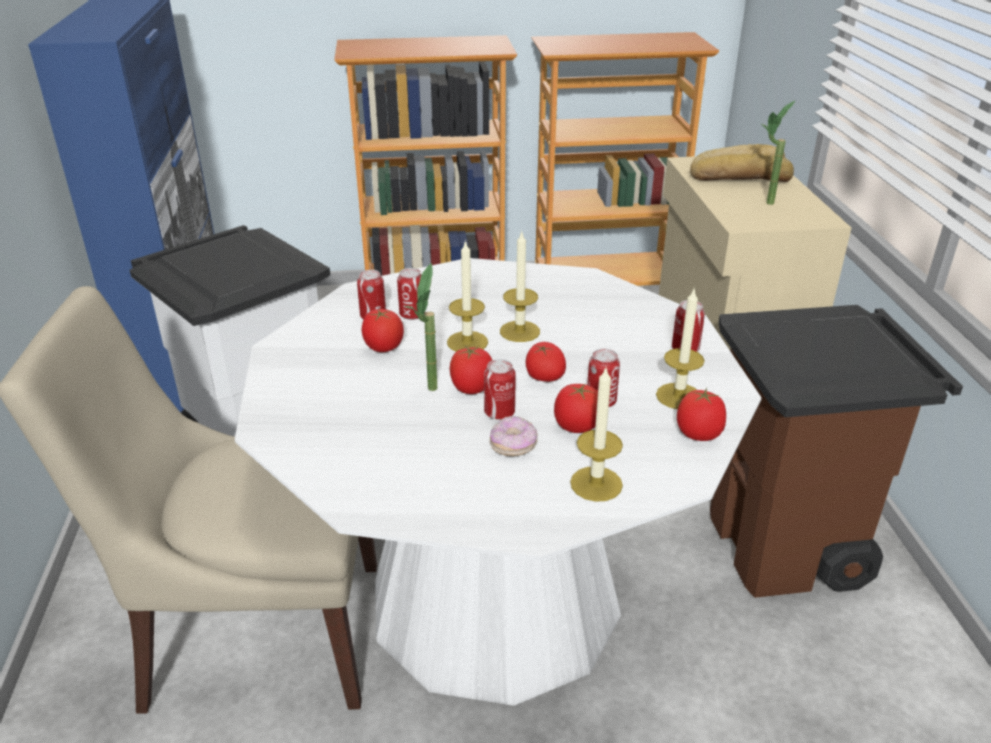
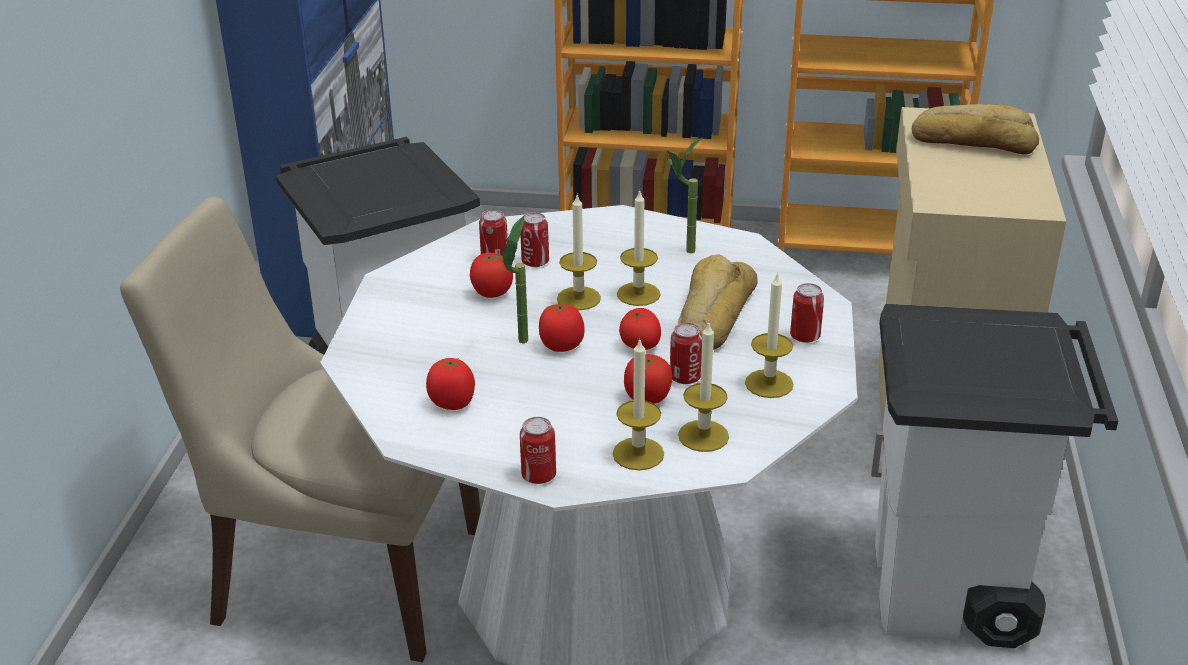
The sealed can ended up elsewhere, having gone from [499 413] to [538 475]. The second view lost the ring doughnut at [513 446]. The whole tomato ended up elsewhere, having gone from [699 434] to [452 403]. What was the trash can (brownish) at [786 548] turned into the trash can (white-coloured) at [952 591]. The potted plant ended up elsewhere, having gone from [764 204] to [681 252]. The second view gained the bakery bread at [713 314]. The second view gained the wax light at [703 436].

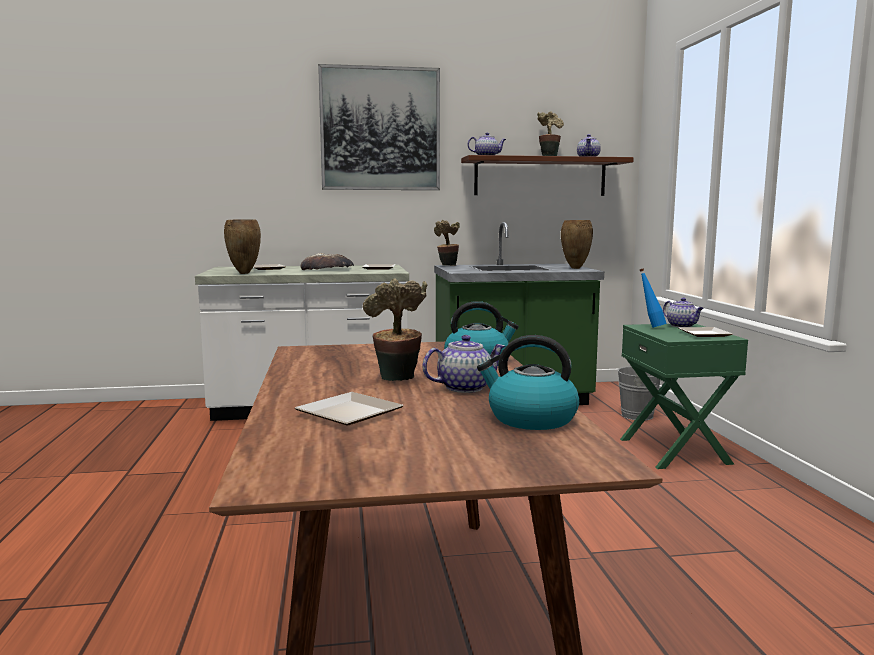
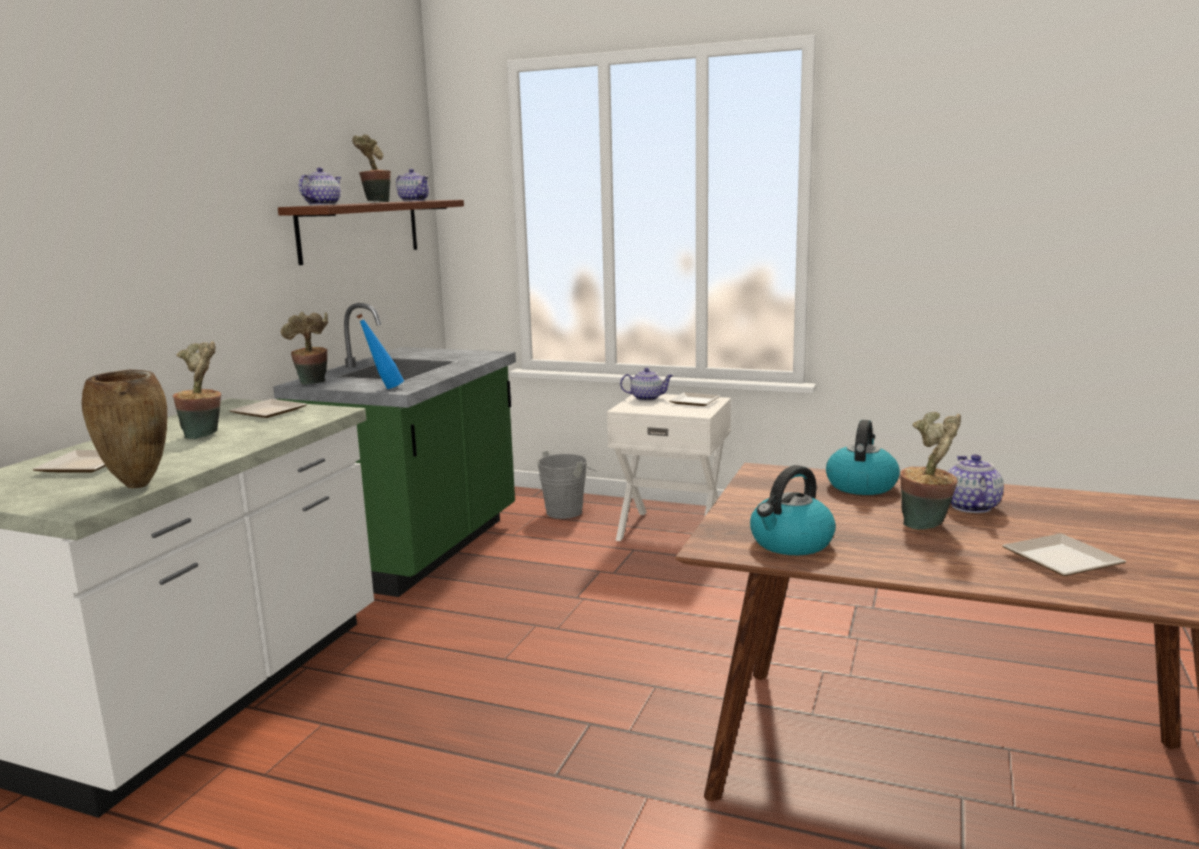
Where the bakery bread stood at [327 269], the potted plant came to stand at [205 435]. The second view lost the wall art at [380 129]. The kettle ended up elsewhere, having gone from [530 419] to [791 543]. The second view lost the vase (brownish) at [574 268]. What was the bedside table (green) at [675 451] turned into the bedside table (white-coloured) at [671 529]. The bottle (blue-coloured) ended up elsewhere, having gone from [651 327] to [384 388].

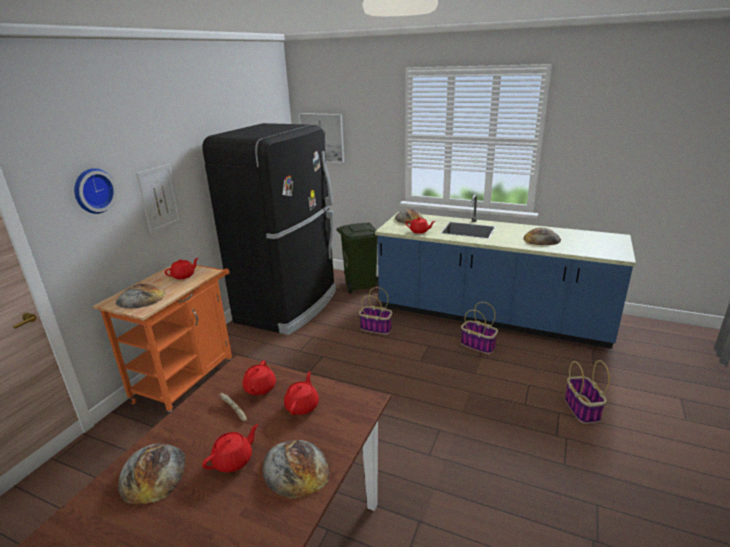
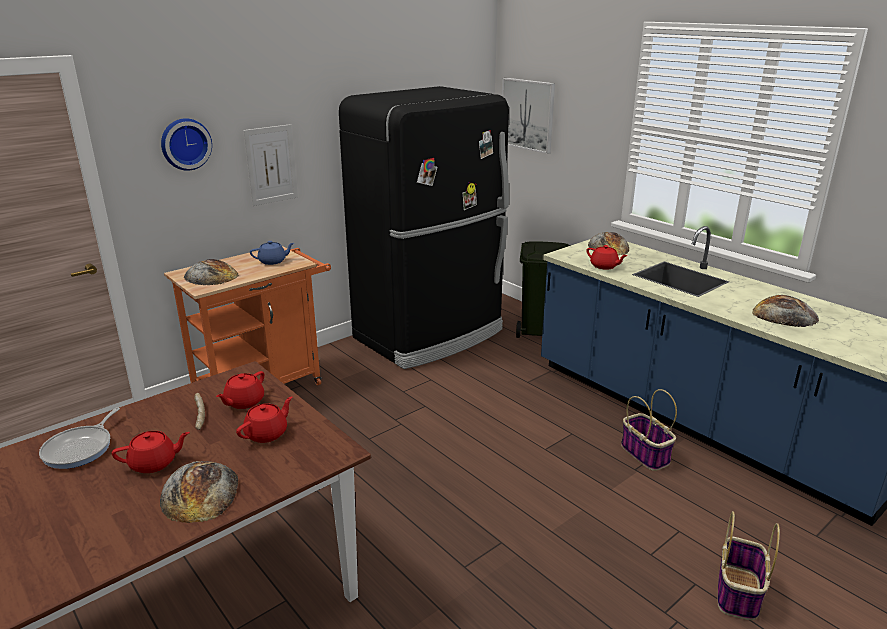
Where the bakery bread stood at [153 473], the pan came to stand at [81 448]. What was the pot for tea (reddish) at [184 276] turned into the pot for tea (blue-coloured) at [273 261]. The second view lost the household basket at [376 328].

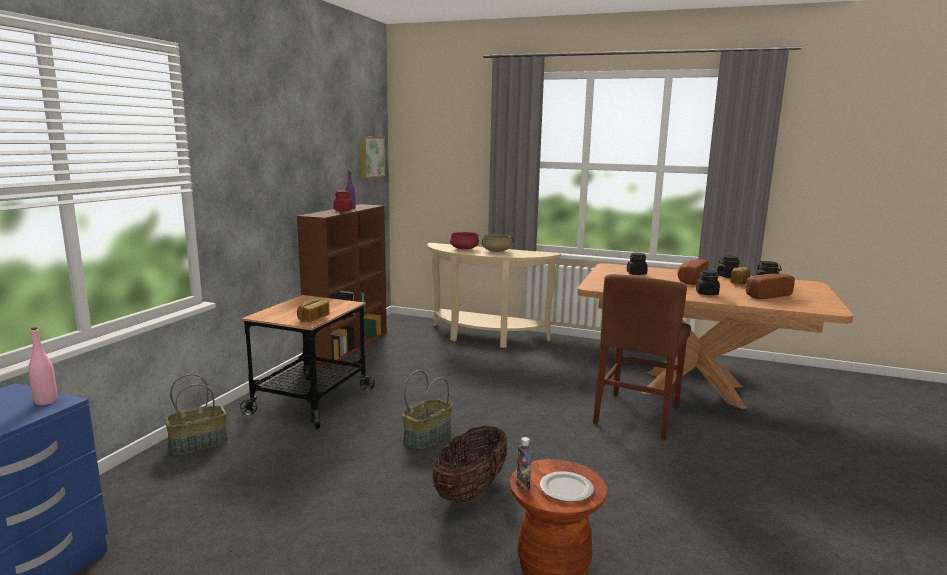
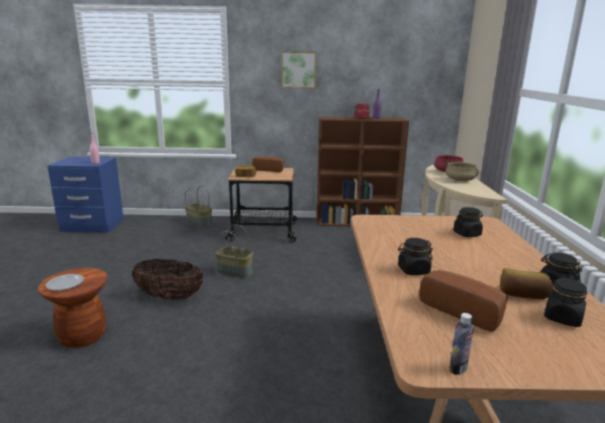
The wall art ended up elsewhere, having gone from [371 156] to [298 69]. The bottle ended up elsewhere, having gone from [523 485] to [458 368]. The second view lost the plain chair (brownish) at [637 415]. The bakery bread ended up elsewhere, having gone from [690 280] to [269 170].

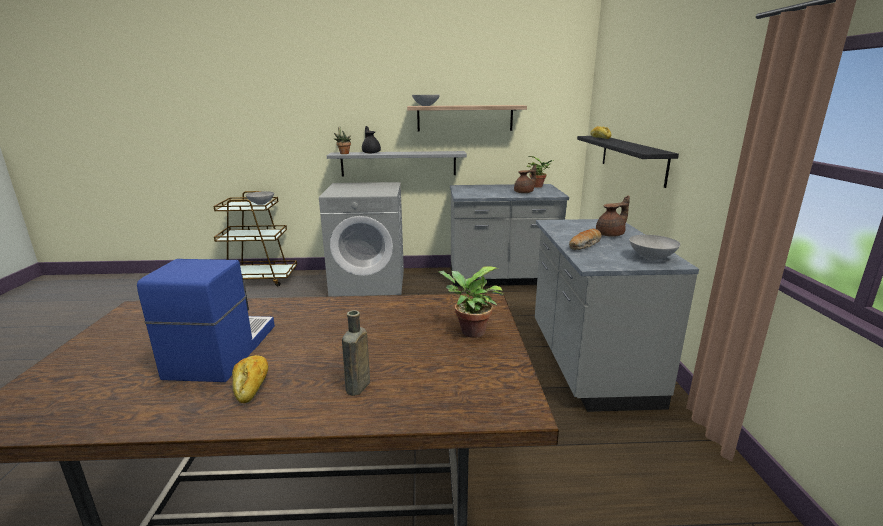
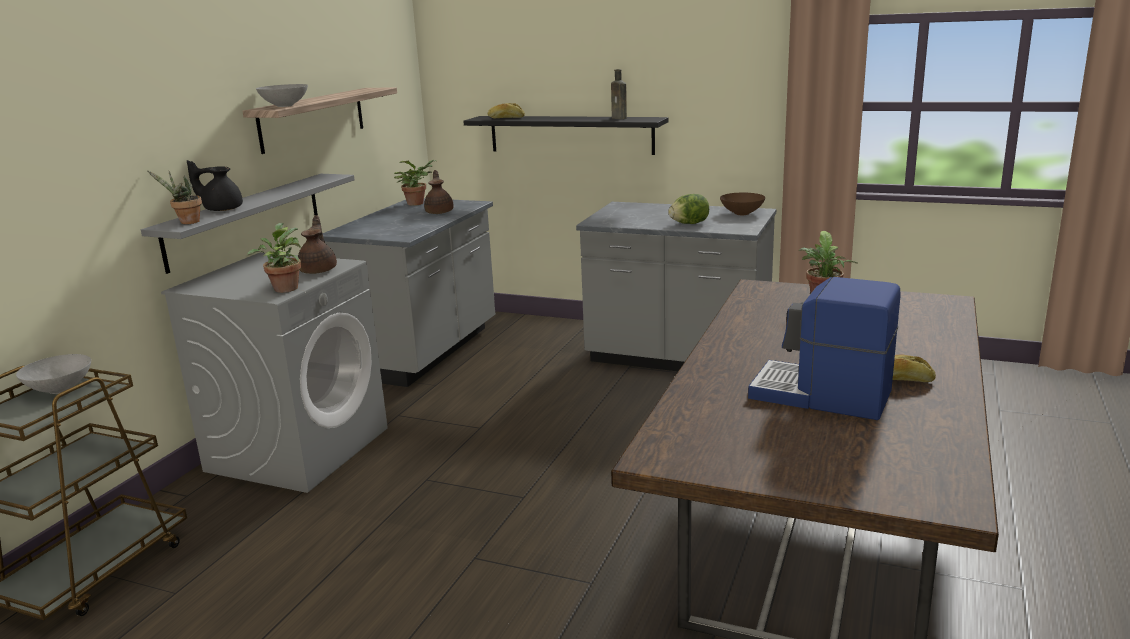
The bottle (brownish) ended up elsewhere, having gone from [357 388] to [620 118]. Where the bakery bread stood at [585 245], the lettuce came to stand at [689 224]. The pot for tea (brownish) ended up elsewhere, having gone from [611 235] to [319 270]. What was the serving bowl (gray) at [651 257] turned into the serving bowl (brownish) at [741 213]. The second view gained the potted plant at [285 288].

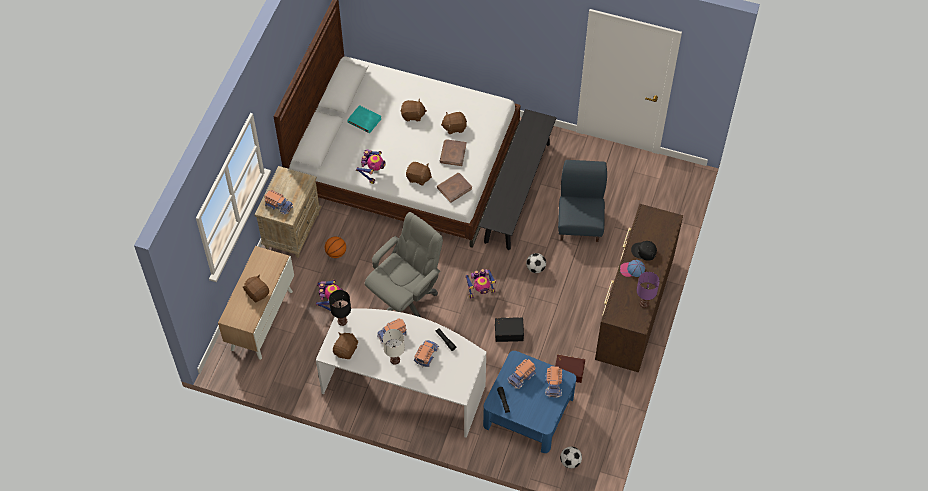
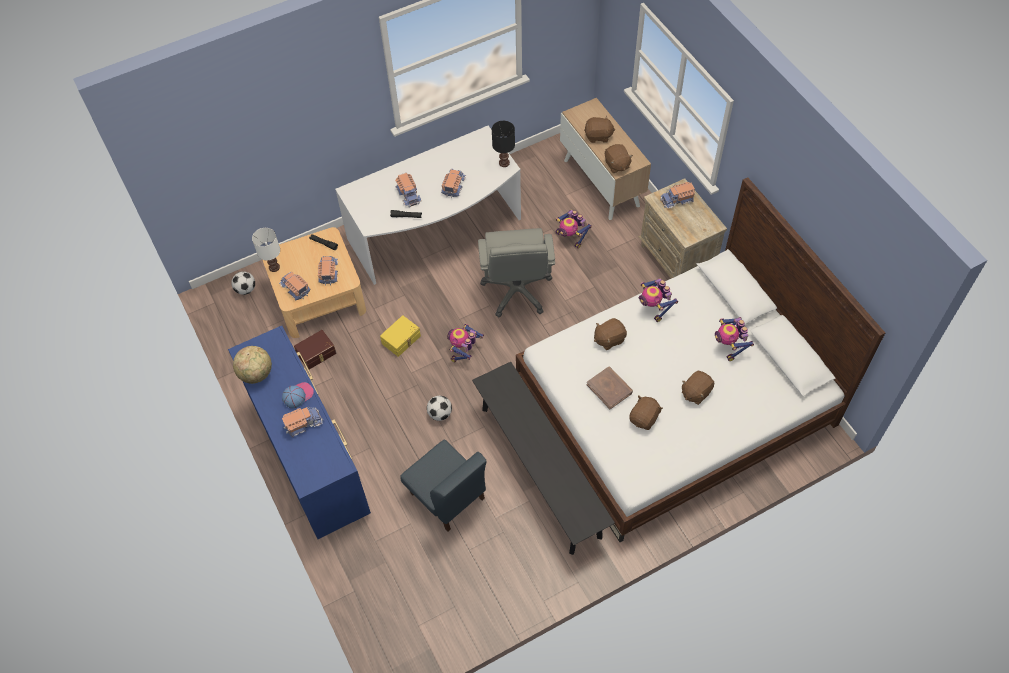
The second view lost the basketball ball at [336 253]. The soft toy (brownish) ended up elsewhere, having gone from [346 350] to [617 165]. Where the bound book (turquoise) stood at [364 120], the model robot came to stand at [729 346]. The table lamp (white-coloured) ended up elsewhere, having gone from [395 360] to [274 267]. The second view lost the bound book (brownish) at [454 188]. What was the lounge table (blue-coloured) at [529 411] turned into the lounge table (beige) at [317 296]. What was the storage box (black-coloured) at [509 332] turned into the storage box (yellow-coloured) at [402 340]. What was the chest of drawers (brownish) at [633 310] turned into the chest of drawers (blue-coloured) at [310 456]. Where the baseball cap (black-coloured) stood at [644 251], the model truck came to stand at [303 423]. Where the table lamp (purple-coloured) stood at [643 303], the desk globe came to stand at [256 374].

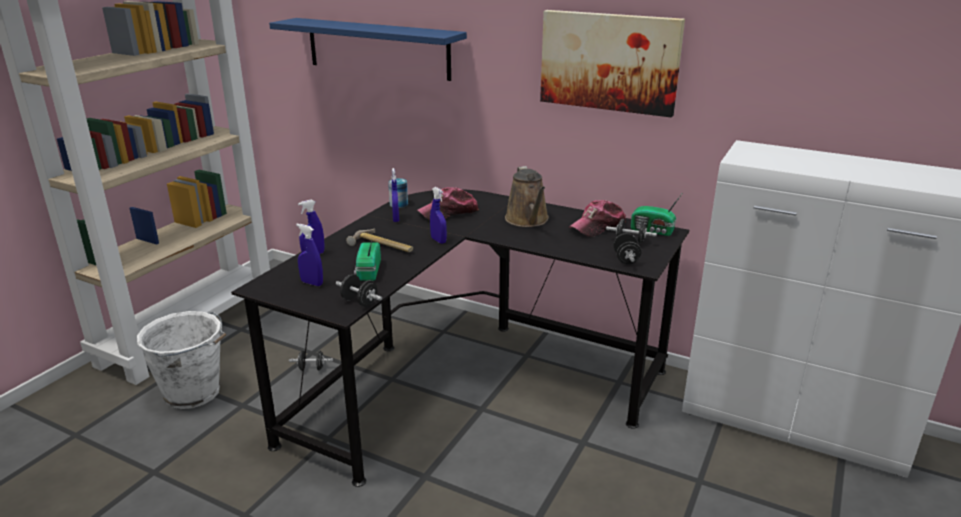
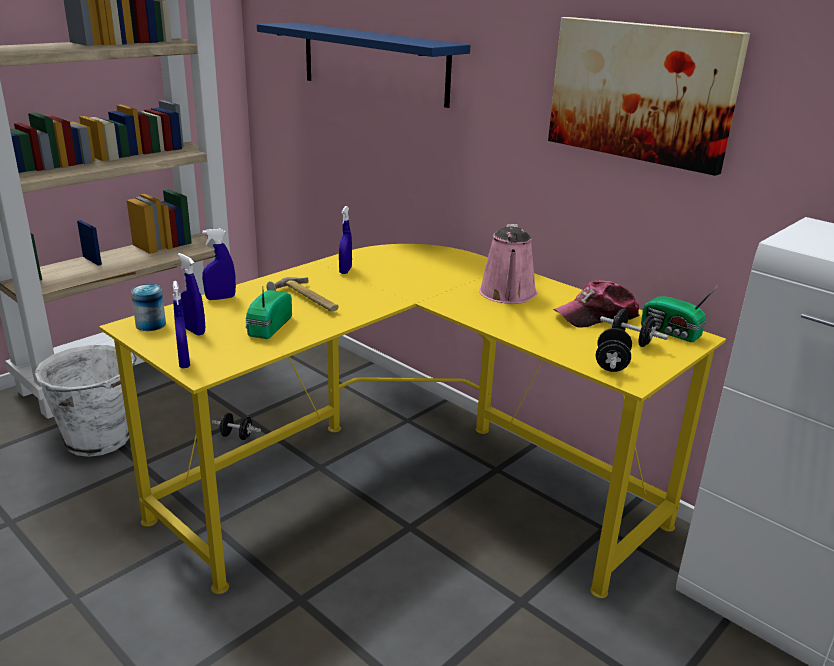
What was the desk unit (black-coloured) at [467 380] turned into the desk unit (yellow-coloured) at [409 487]. The second view lost the free weight (black-coloured) at [359 302]. The sealed can ended up elsewhere, having gone from [398 204] to [150 324]. The second view lost the baseball cap at [449 212]. The spray bottle (blue-coloured) ended up elsewhere, having gone from [438 240] to [184 362]. What was the watering pot (brownish) at [528 220] turned into the watering pot (pink-coloured) at [508 295].

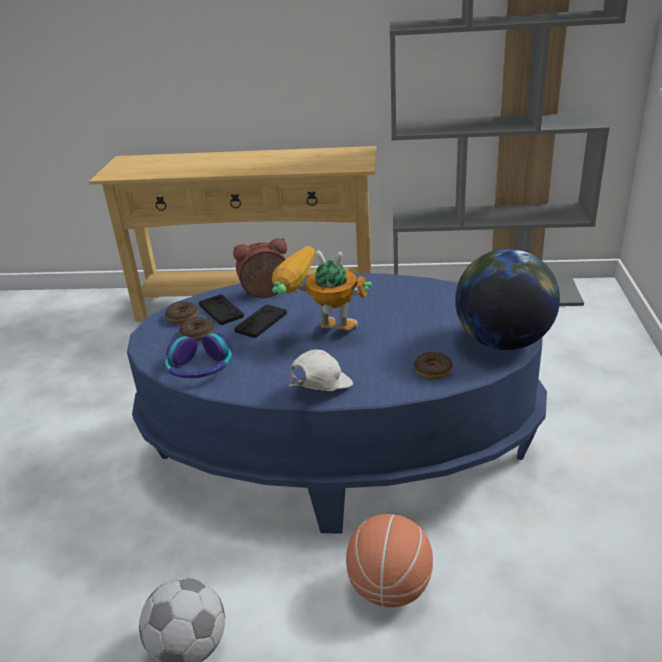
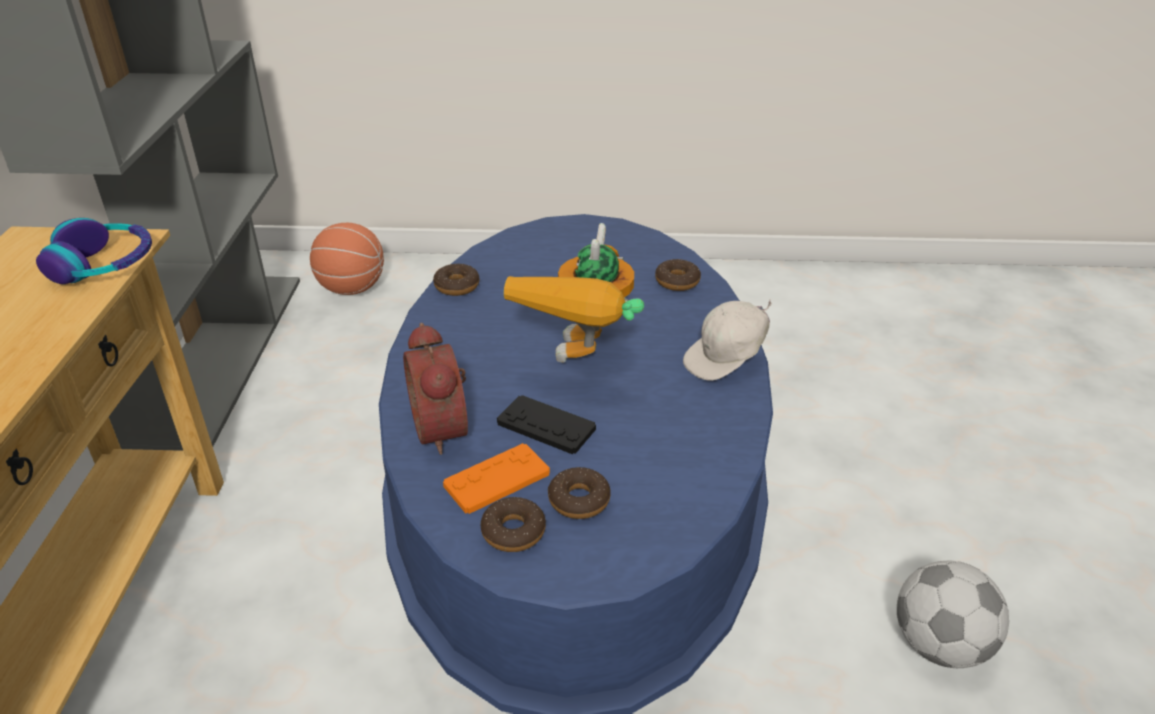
The headset ended up elsewhere, having gone from [200 368] to [103 265]. What was the gamepad (black-coloured) at [221 310] turned into the gamepad (orange) at [497 479]. The baseball cap (white-coloured) at [320 390] ended up facing another way, 75 degrees counterclockwise from before. The basketball ball ended up elsewhere, having gone from [390 588] to [352 288]. The second view lost the desk globe at [502 341]. The second view gained the ring doughnut at [457 286].

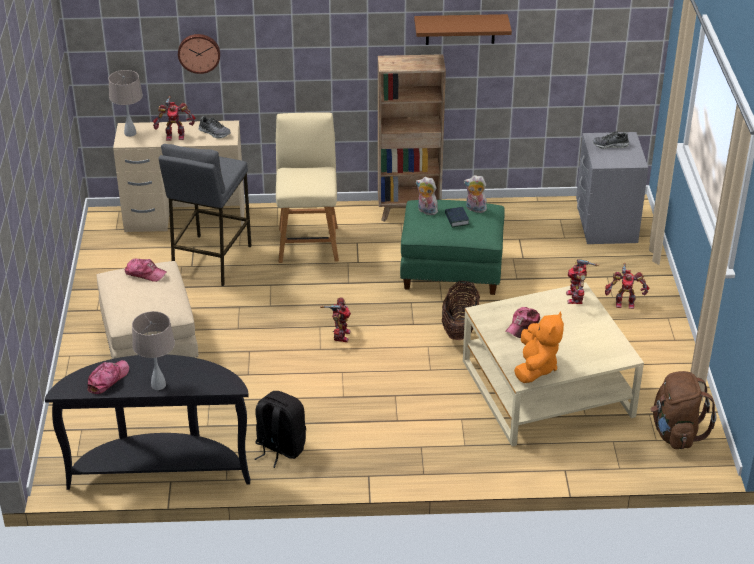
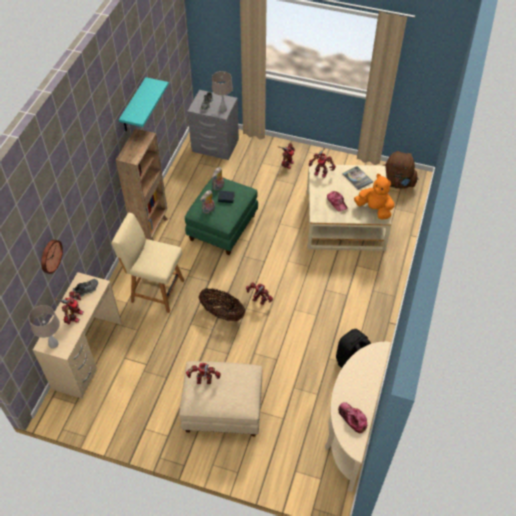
What was the console table (black-coloured) at [160 469] turned into the console table (beige) at [349 430]. Where the baseball cap stood at [145 273], the model robot came to stand at [204 380]. The table lamp (beige) ended up elsewhere, having gone from [158 385] to [223 109]. The second view lost the stool (gray) at [210 260]. What was the bracket shelf (brownish) at [460 29] turned into the bracket shelf (turquoise) at [133 106]. The household basket ended up elsewhere, having gone from [460 328] to [222 313]. The second view gained the bound book at [357 178].

